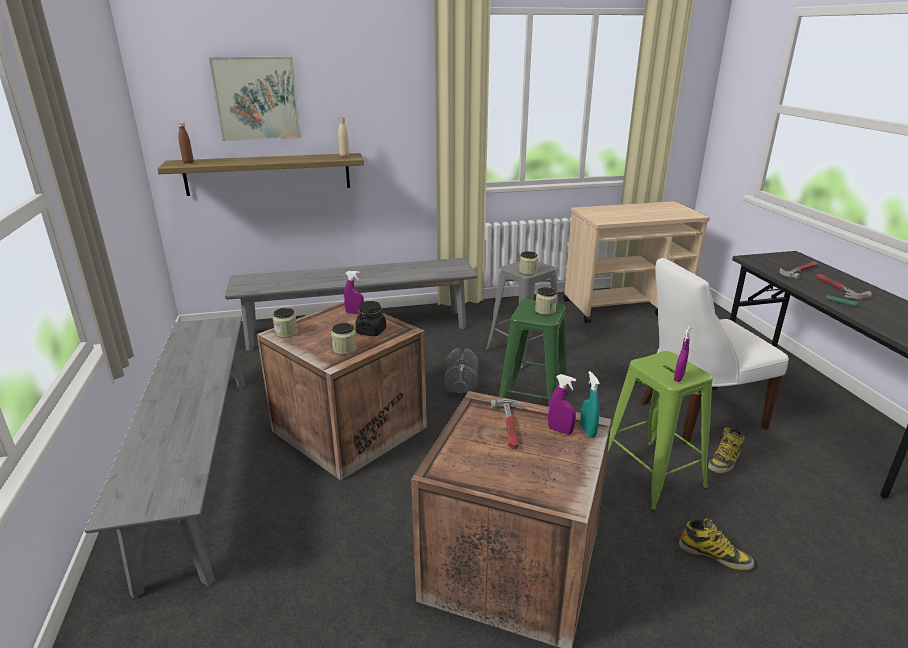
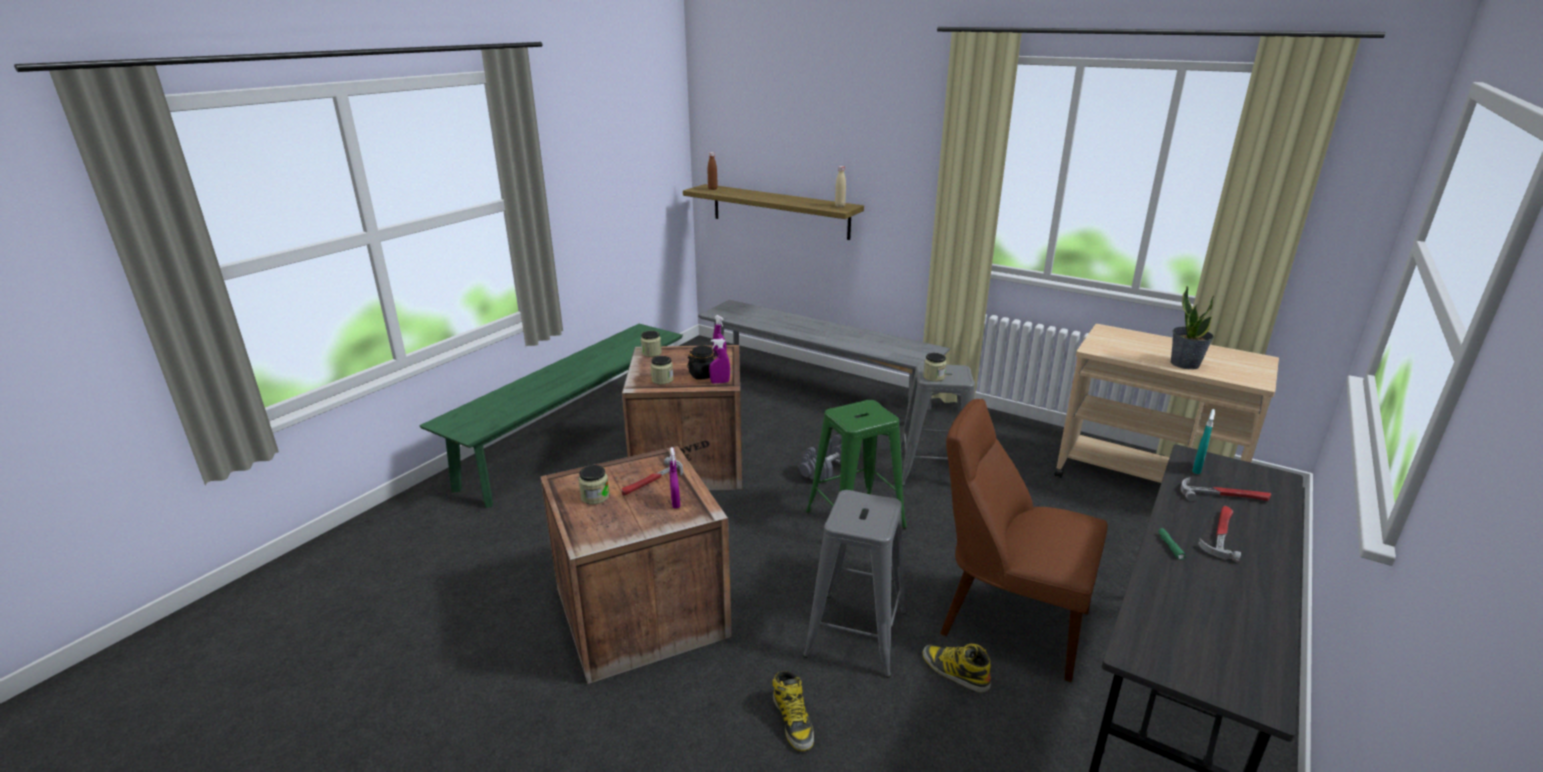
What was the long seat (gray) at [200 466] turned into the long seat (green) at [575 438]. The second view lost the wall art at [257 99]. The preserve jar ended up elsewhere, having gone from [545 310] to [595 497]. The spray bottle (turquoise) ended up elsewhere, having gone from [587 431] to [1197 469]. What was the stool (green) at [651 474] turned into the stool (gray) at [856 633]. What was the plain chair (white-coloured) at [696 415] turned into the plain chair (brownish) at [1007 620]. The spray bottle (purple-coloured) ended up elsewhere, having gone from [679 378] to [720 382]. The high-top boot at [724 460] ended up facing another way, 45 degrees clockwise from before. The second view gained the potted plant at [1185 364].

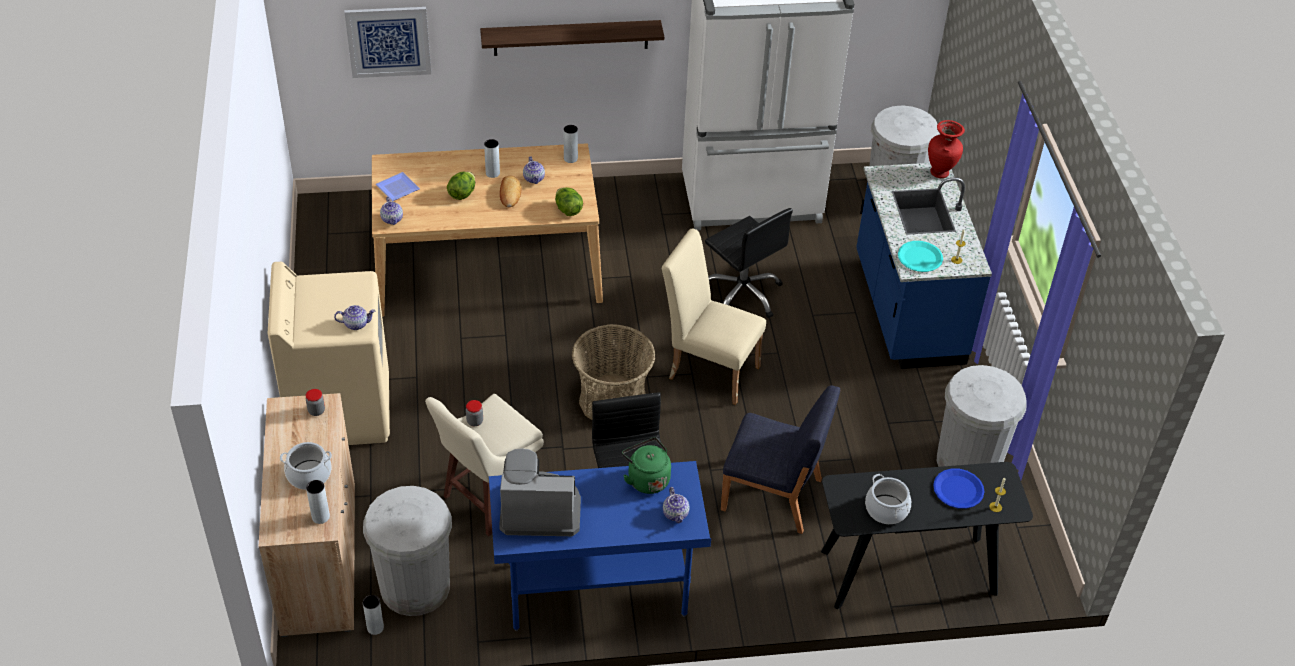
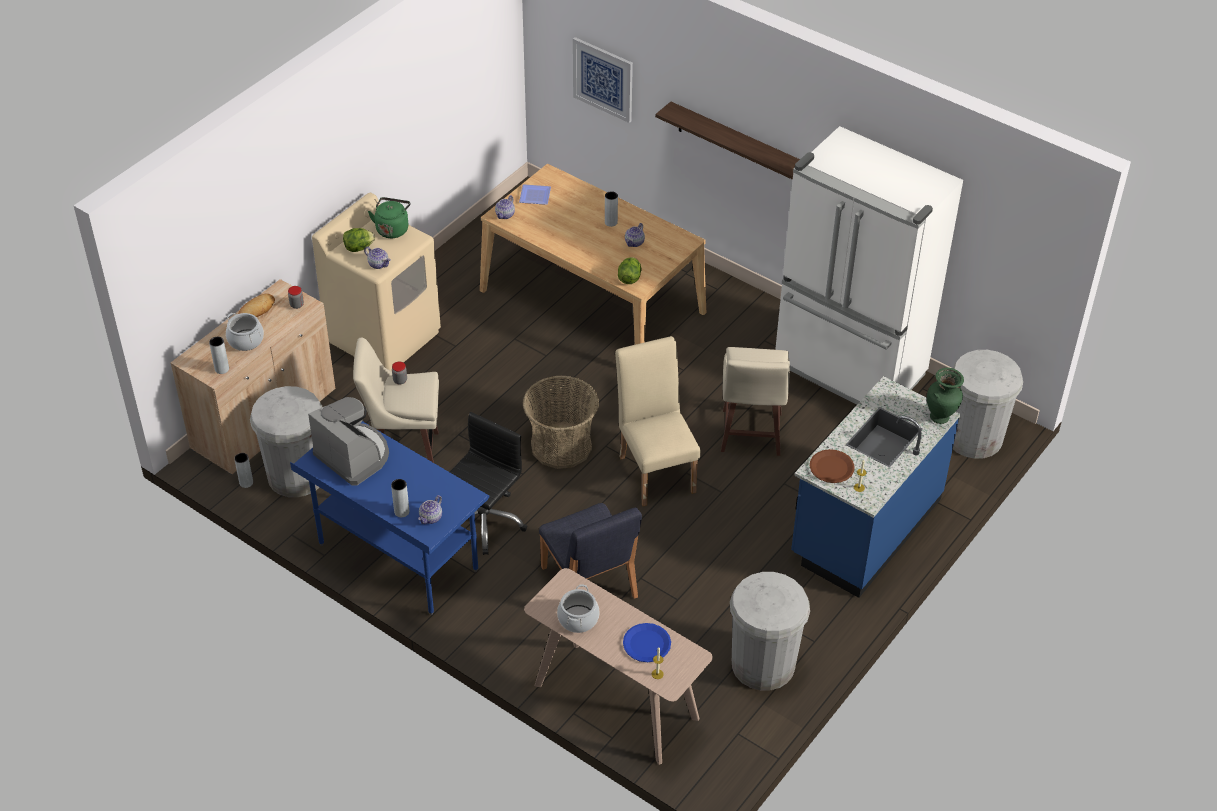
The lettuce ended up elsewhere, having gone from [462 194] to [358 248]. The bakery bread ended up elsewhere, having gone from [509 194] to [257 309]. The vase (gray) ended up elsewhere, having gone from [570 158] to [401 512]. The kettle (green) ended up elsewhere, having gone from [646 479] to [392 228]. Where the desk chair (black-coloured) stood at [742 293], the stool (beige) came to stand at [750 434]. What was the console table (black-coloured) at [908 572] turned into the console table (beige) at [615 702]. What was the dinner plate (turquoise) at [920 257] turned into the dinner plate (brownish) at [832 467]. What was the vase (reddish) at [940 173] turned into the vase (green) at [940 418].

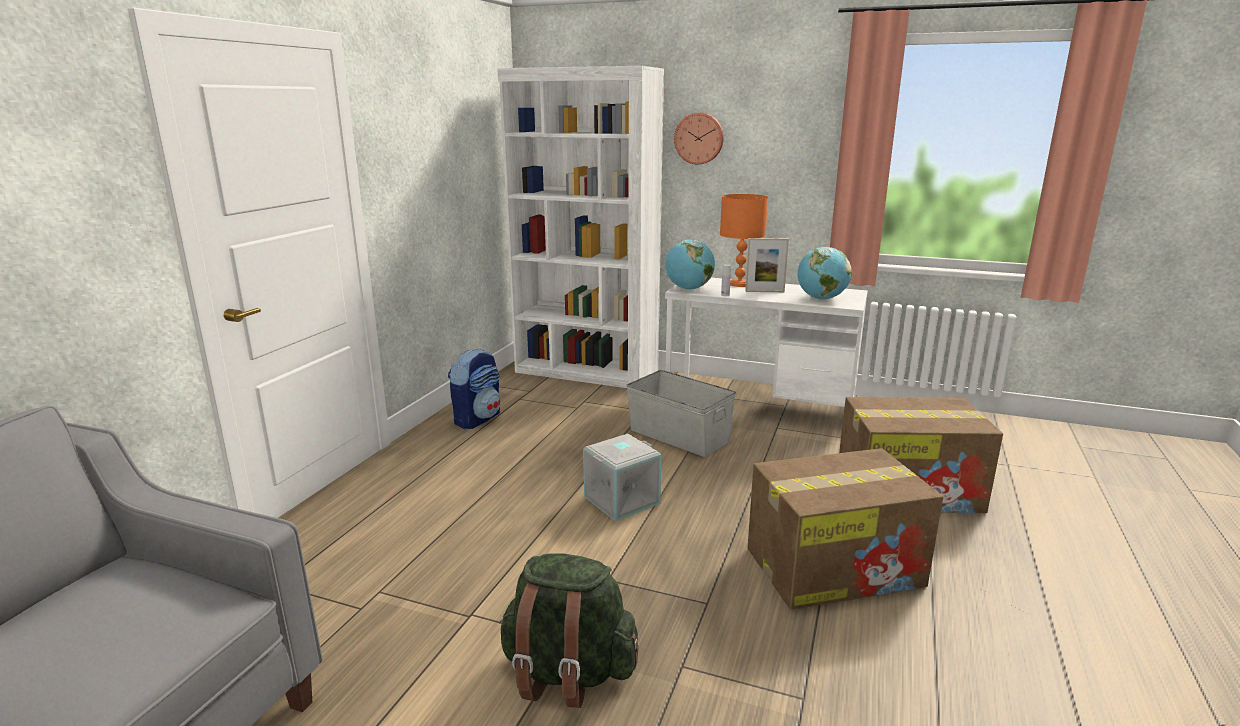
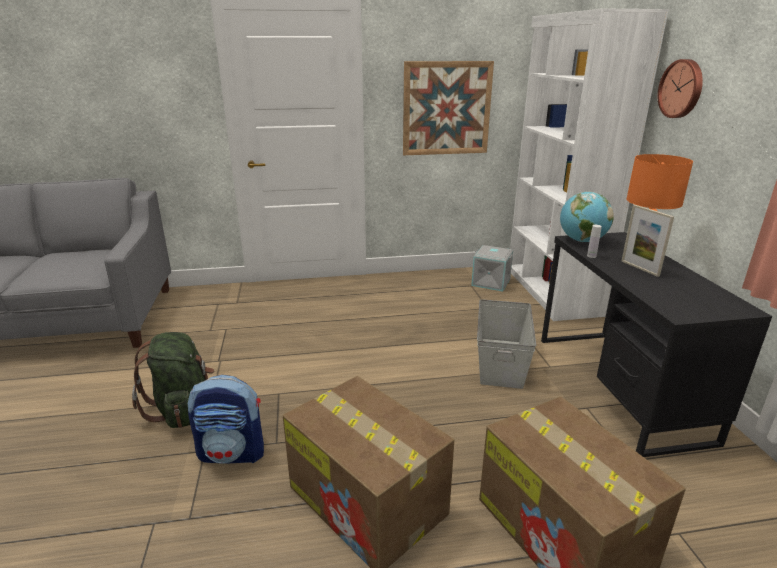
The backpack ended up elsewhere, having gone from [477 419] to [233 453]. The storage box (gray) ended up elsewhere, having gone from [621 499] to [491 282]. What was the desk unit (white-coloured) at [759 406] turned into the desk unit (black-coloured) at [618 386]. The second view lost the desk globe at [821 298]. The second view gained the wall art at [446 108].

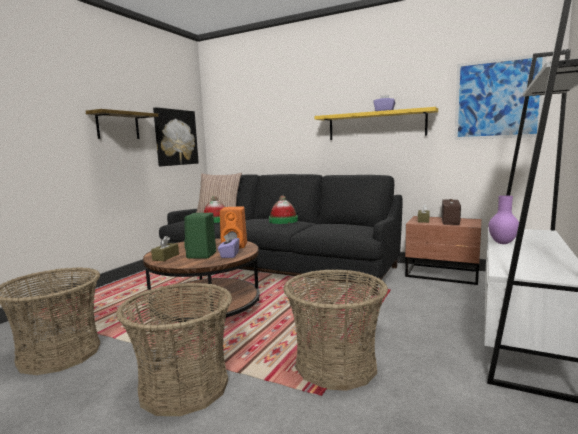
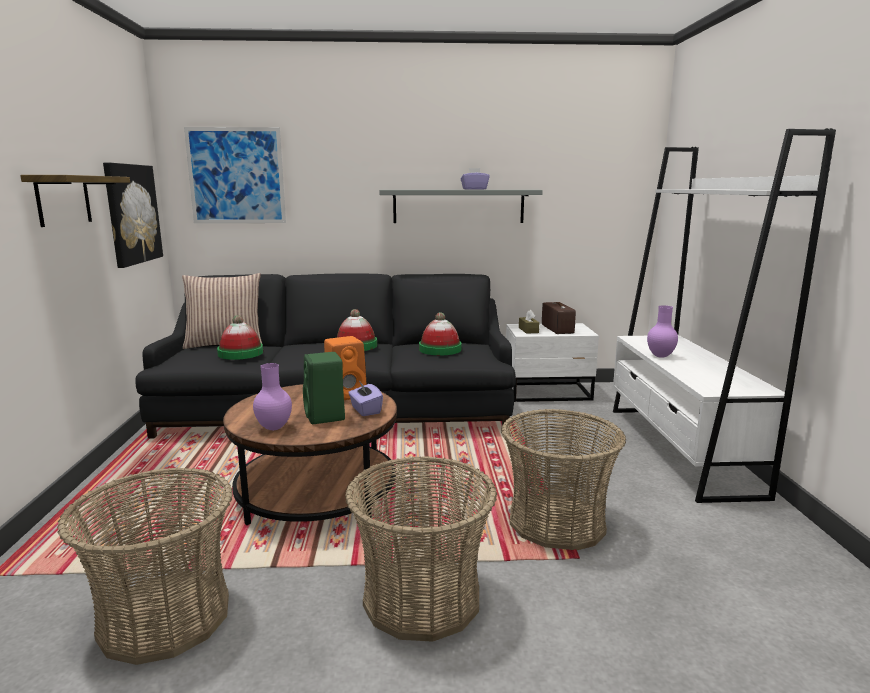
Where the tissue box (brownish) stood at [166 257], the vase (purple-coloured) came to stand at [273 428]. What was the bracket shelf (yellow-coloured) at [376 125] turned into the bracket shelf (gray) at [458 206]. What was the bedside table (brownish) at [443 274] turned into the bedside table (white-coloured) at [549 393]. The wall art ended up elsewhere, having gone from [497 99] to [236 176]. The second view gained the clothing hat at [440 349].

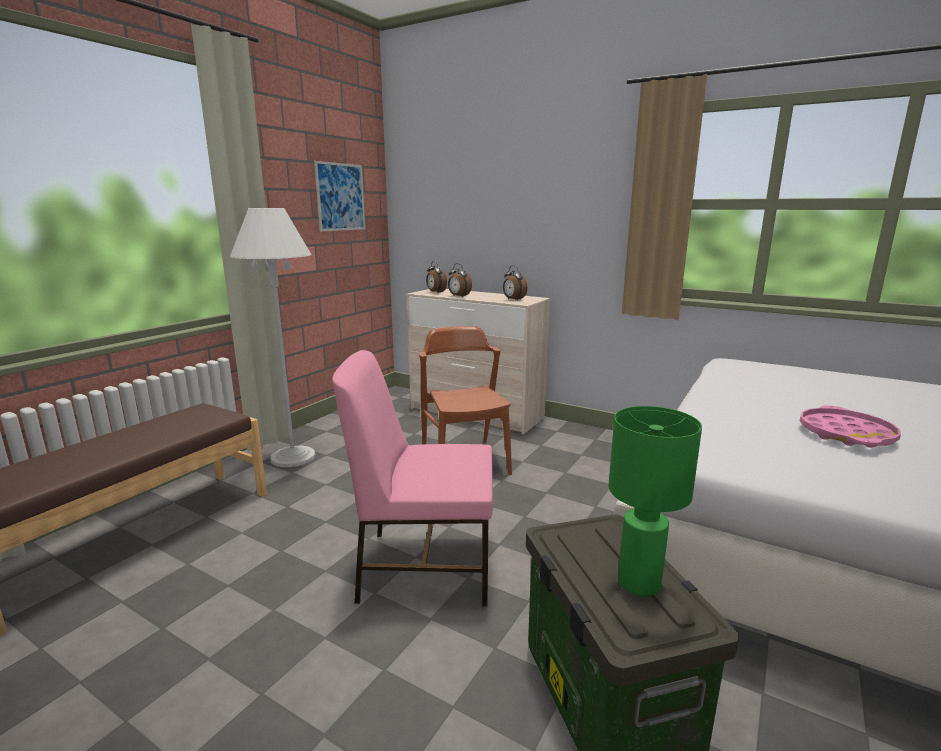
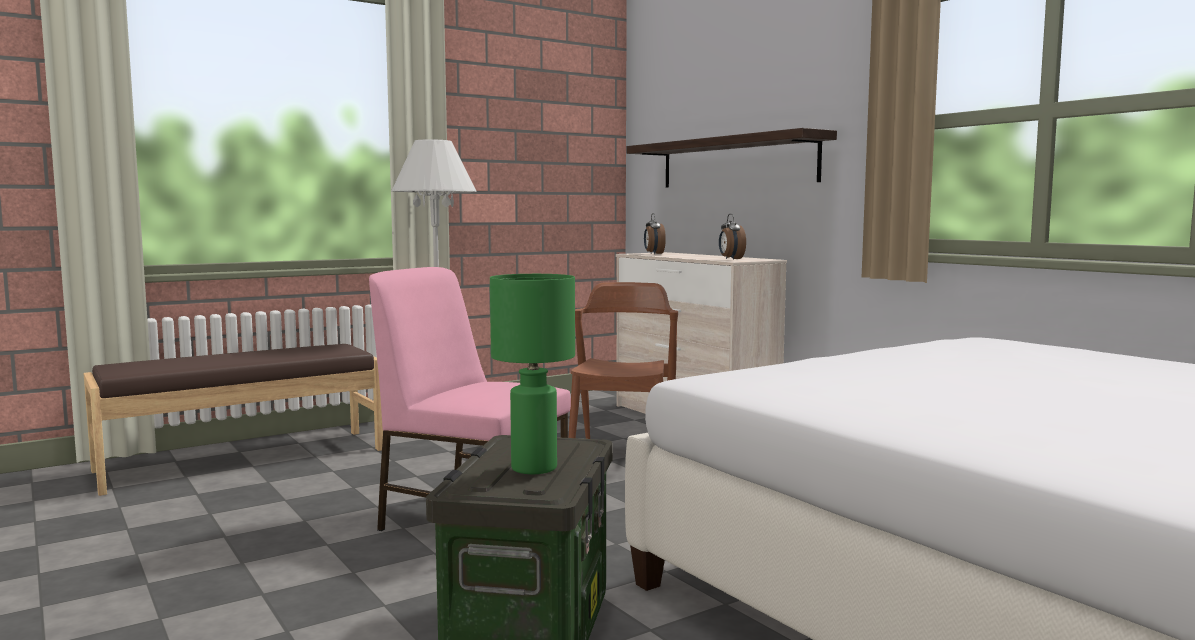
The second view lost the wall art at [340 197]. The second view lost the bedside clock at [458 296]. The second view lost the serving tray (pink-coloured) at [846 434]. The second view gained the bracket shelf at [736 162].

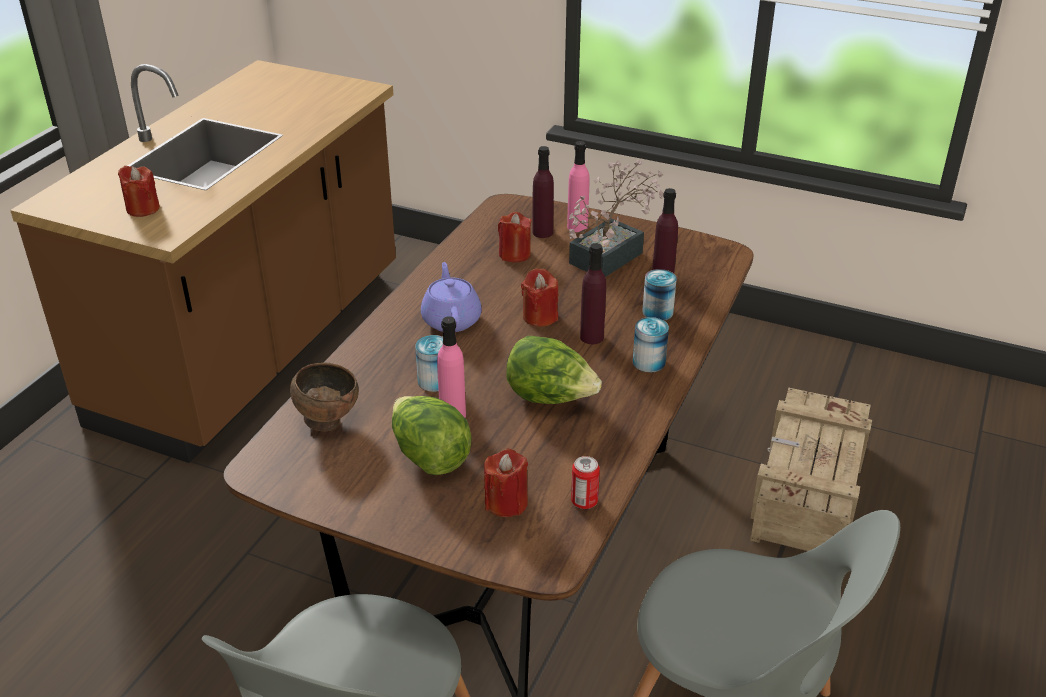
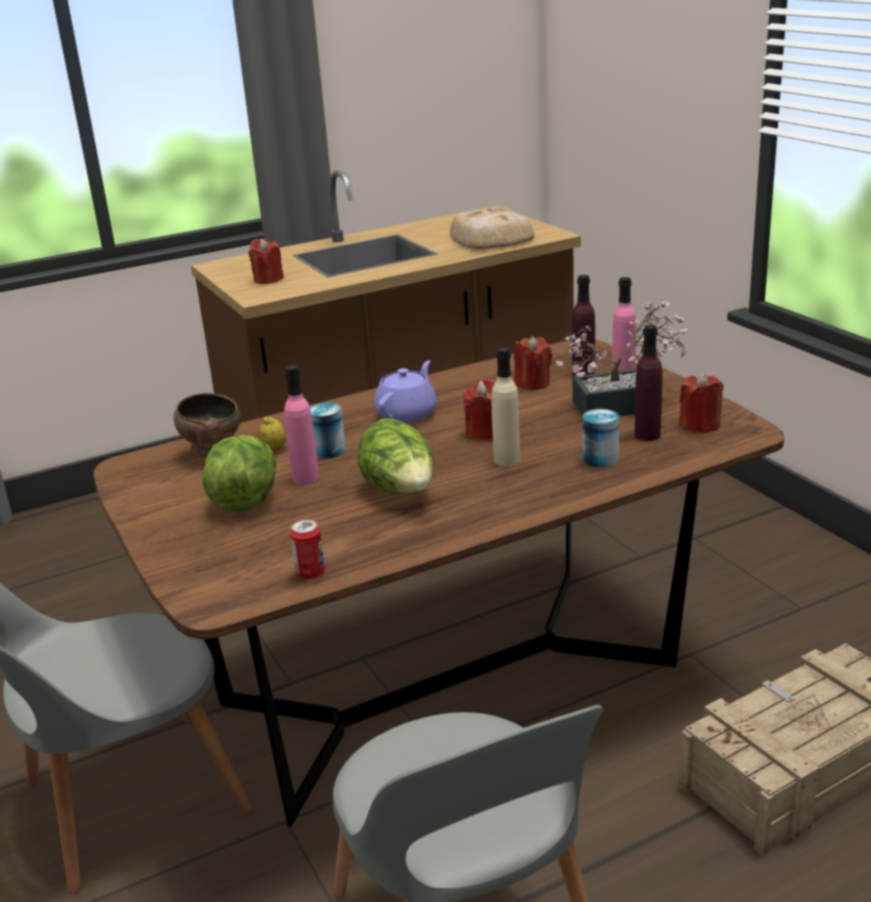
The wax light (reddish) ended up elsewhere, having gone from [506 502] to [700 425]. What was the bottle (purple-coloured) at [591 337] turned into the bottle (beige) at [507 460]. The second view lost the sealed can at [649 362]. The second view gained the lemon at [274 449]. The second view gained the bakery bread at [491 238].

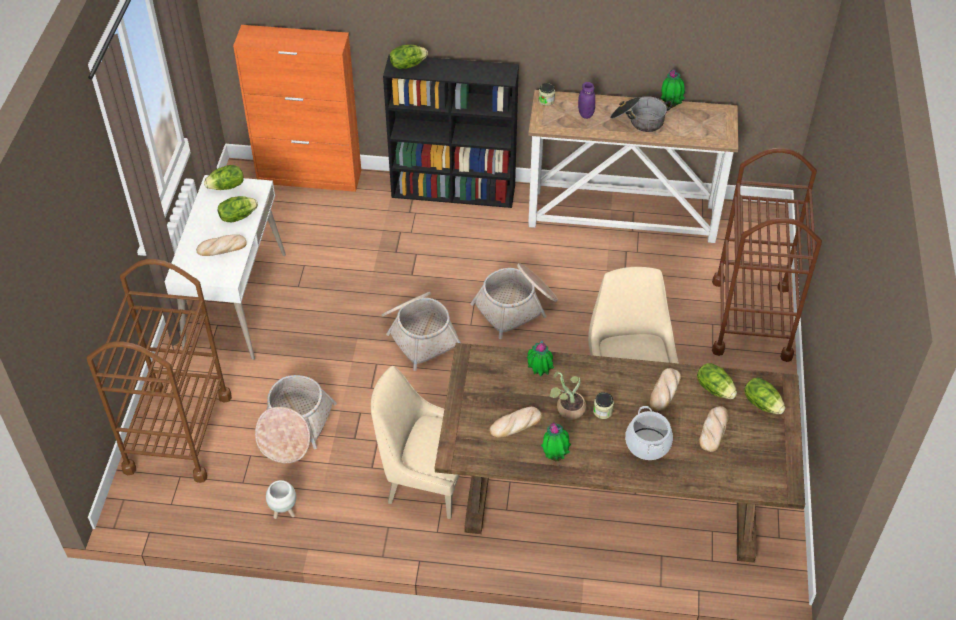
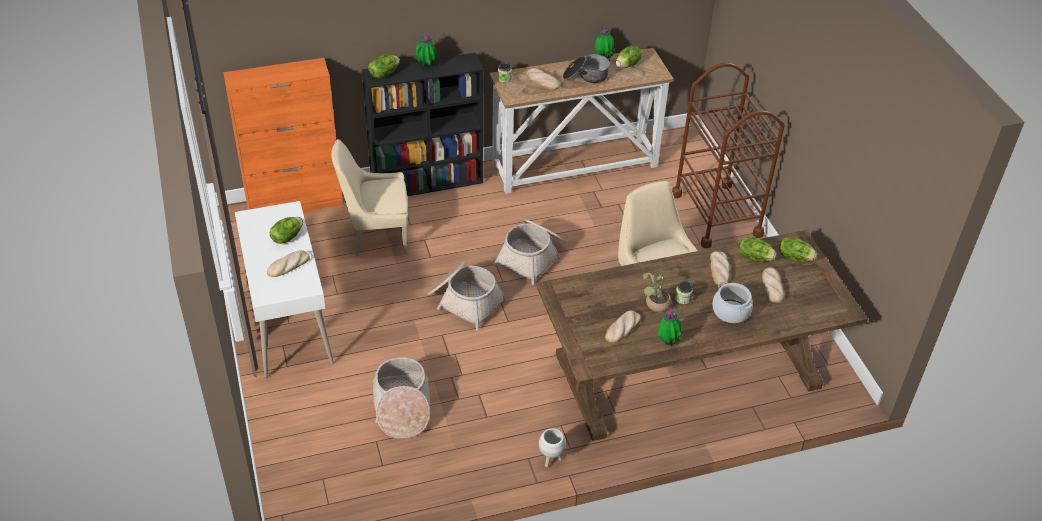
The second view lost the cart (brownish) at [178 433]. The lettuce ended up elsewhere, having gone from [226 187] to [627 65]. The plant pot (white-coloured) ended up elsewhere, having gone from [284 512] to [550 459]. The plain chair (beige) ended up elsewhere, having gone from [426 480] to [376 235]. The potted plant ended up elsewhere, having gone from [539 373] to [426 67]. Where the preserve jar (purple-coloured) stood at [585 114], the bakery bread came to stand at [542 81].

